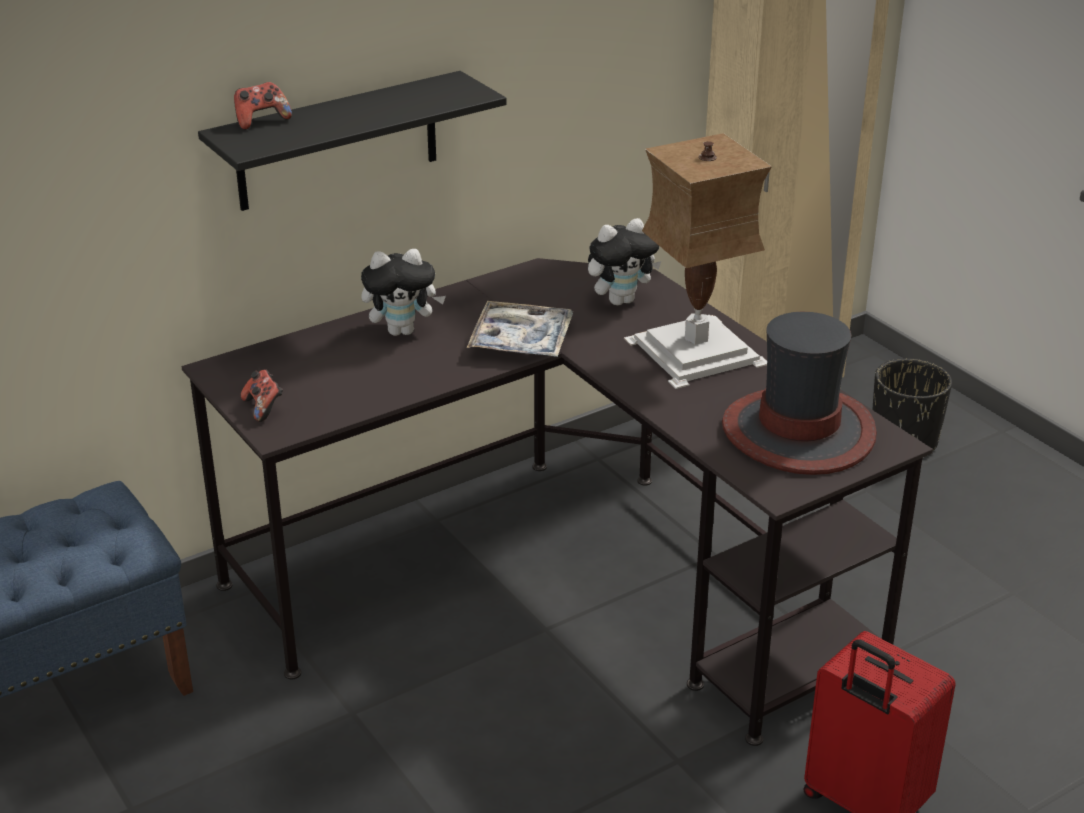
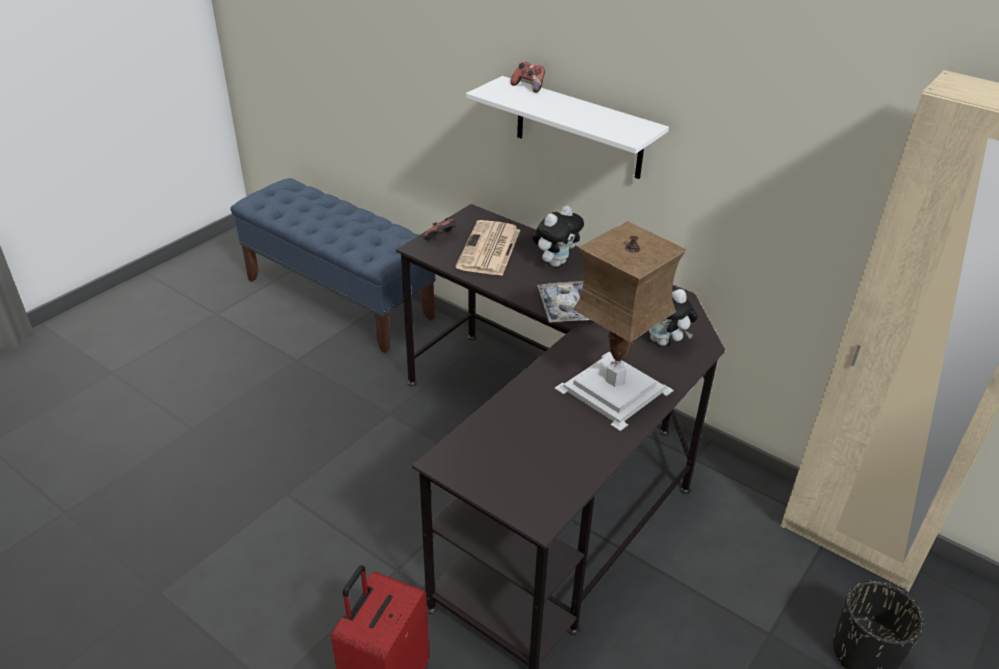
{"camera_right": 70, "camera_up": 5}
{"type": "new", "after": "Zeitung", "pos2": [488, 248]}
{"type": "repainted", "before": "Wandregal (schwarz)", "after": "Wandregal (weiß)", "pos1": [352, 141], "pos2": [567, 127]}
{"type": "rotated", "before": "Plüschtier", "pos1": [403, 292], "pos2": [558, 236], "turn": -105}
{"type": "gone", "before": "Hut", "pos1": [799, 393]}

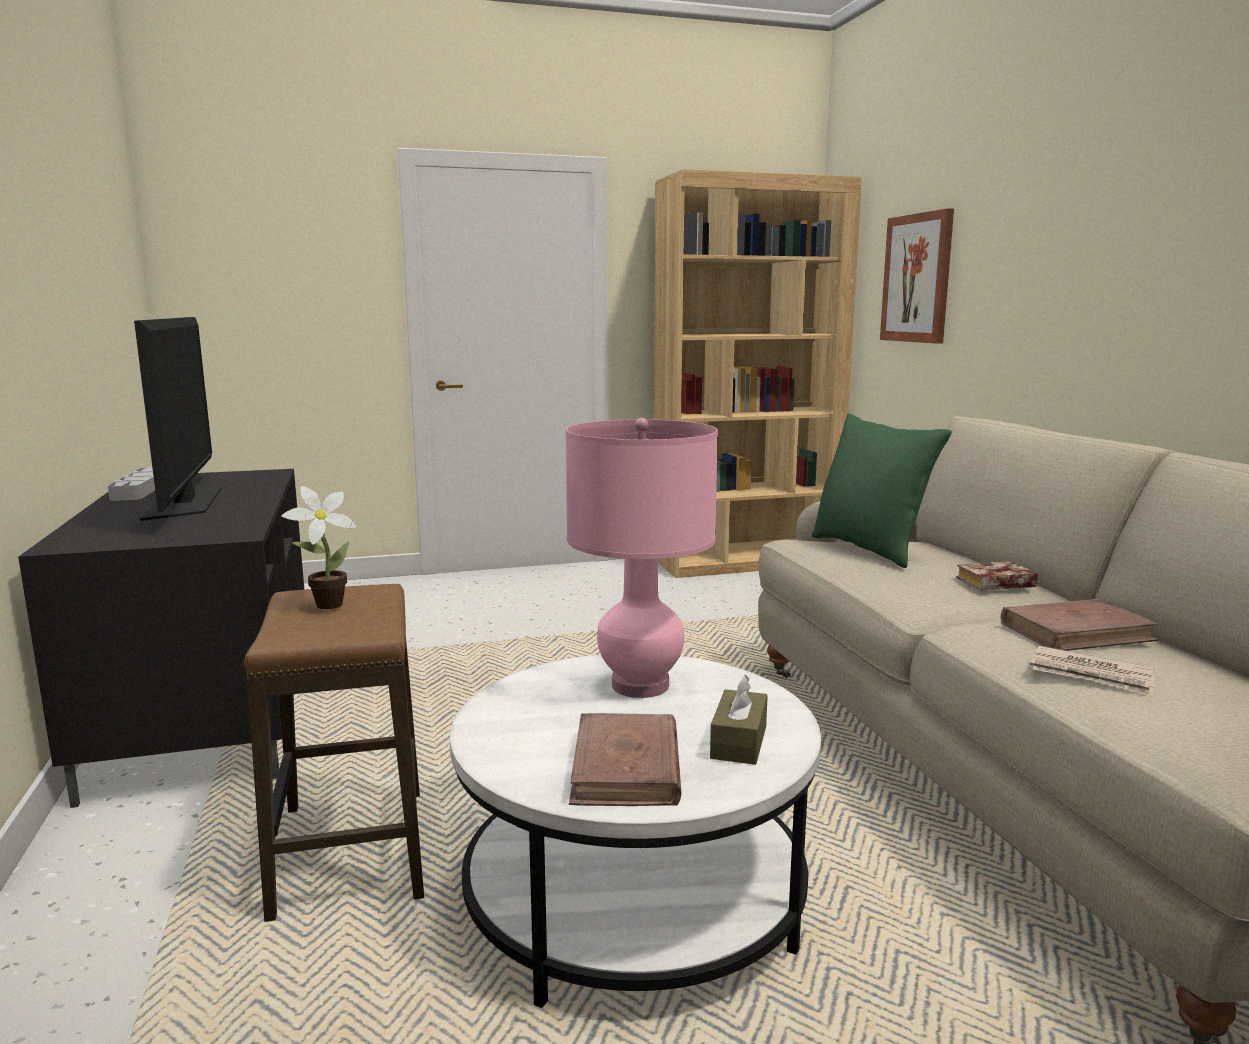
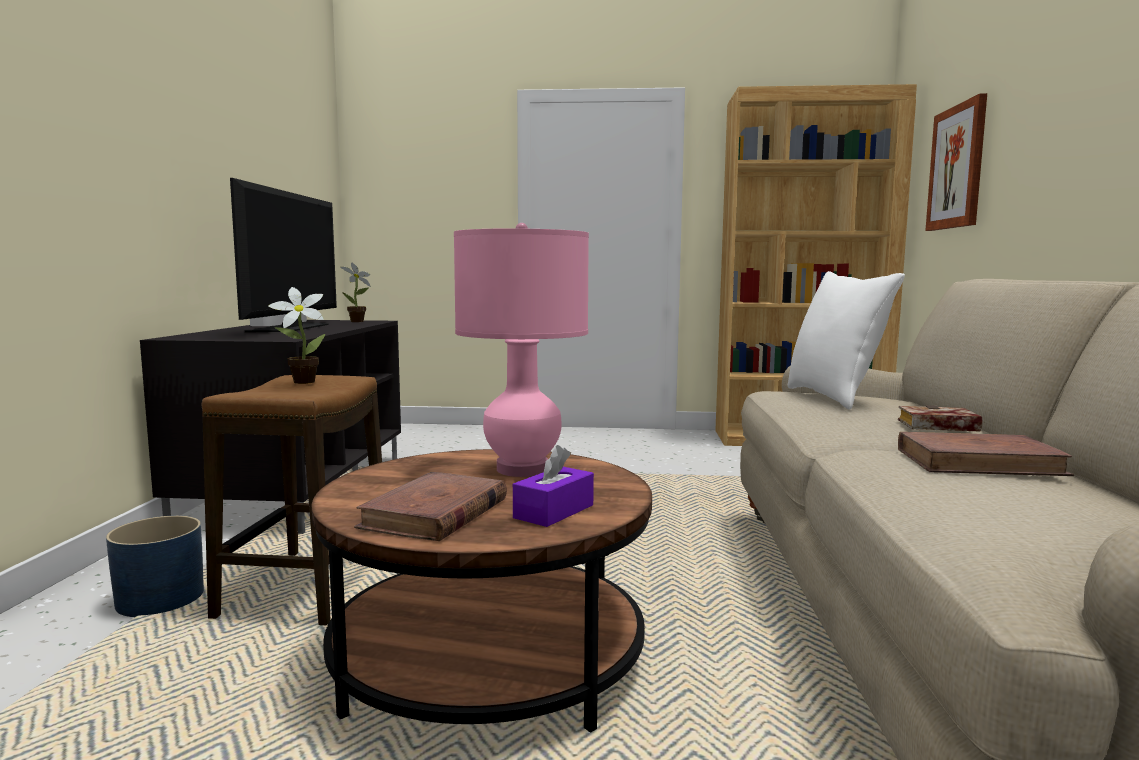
{"camera_right": 20, "camera_up": -5}
{"type": "new", "after": "Pflanzkübel (blau)", "pos2": [155, 566]}
{"type": "repainted", "before": "Couchtisch (weiß)", "after": "Couchtisch (braun)", "pos1": [635, 831], "pos2": [481, 591]}
{"type": "new", "after": "Topfpflanze", "pos2": [355, 292]}
{"type": "repainted", "before": "Taschentuchbox (braun)", "after": "Taschentuchbox (lila)", "pos1": [739, 720], "pos2": [553, 486]}
{"type": "repainted", "before": "Kissen (grün)", "after": "Kissen (weiß)", "pos1": [882, 490], "pos2": [846, 340]}
{"type": "gone", "before": "Zeitung", "pos1": [1092, 671]}

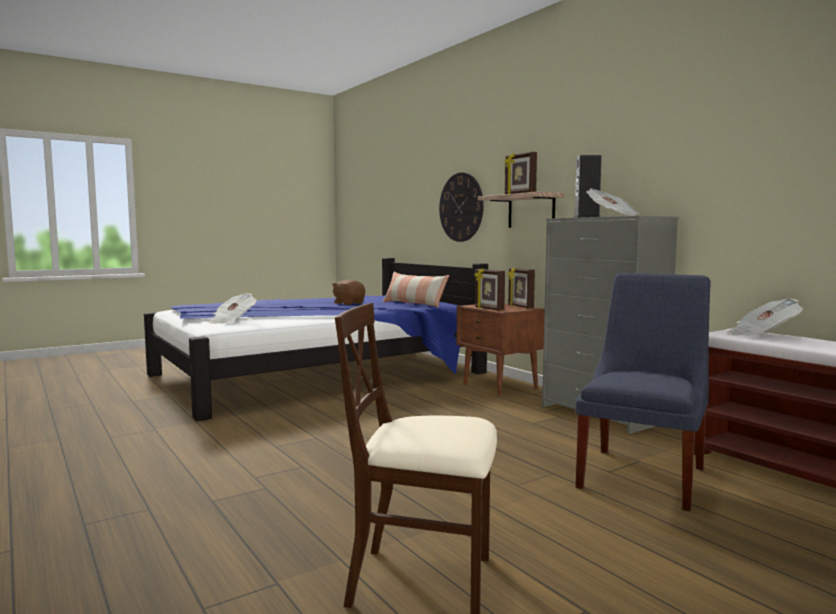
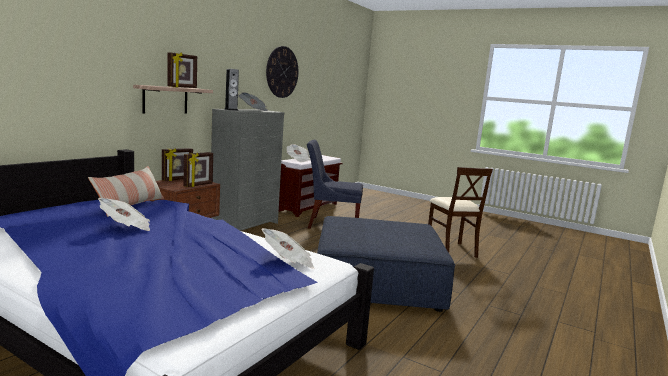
{"camera_right": -115, "camera_up": 5}
{"type": "swapped", "before": "Plüschtier (braun)", "after": "Zeitung", "pos1": [348, 292], "pos2": [124, 214]}
{"type": "shifted", "before": "Wanduhr", "pos1": [461, 207], "pos2": [282, 72]}
{"type": "new", "after": "Polsterhocker (blau)", "pos2": [386, 264]}

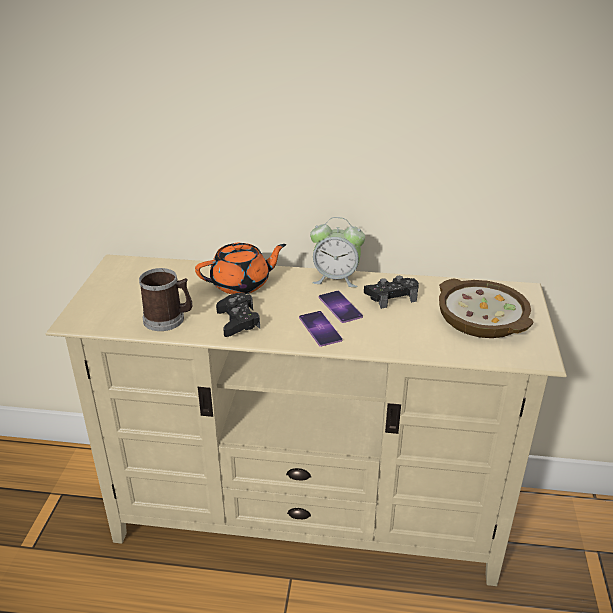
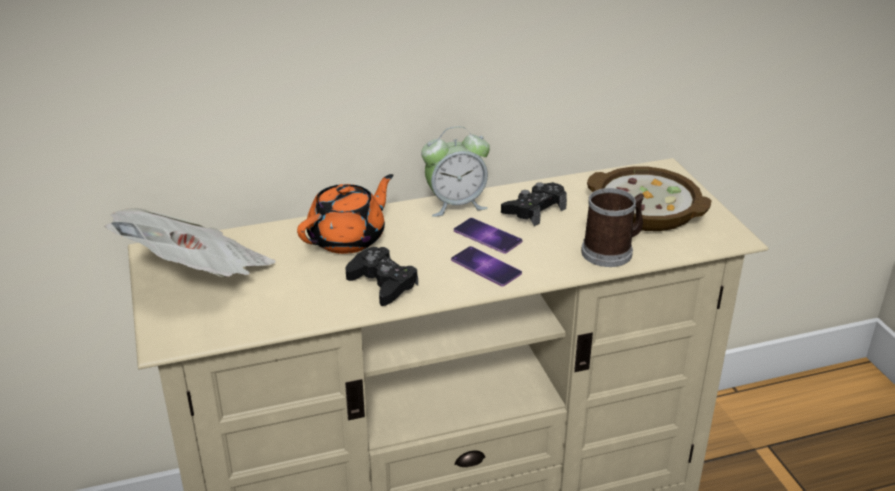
{"camera_right": -25, "camera_up": 0}
{"type": "new", "after": "Zeitung", "pos2": [190, 242]}
{"type": "shifted", "before": "Henkelbecher", "pos1": [165, 299], "pos2": [612, 227]}

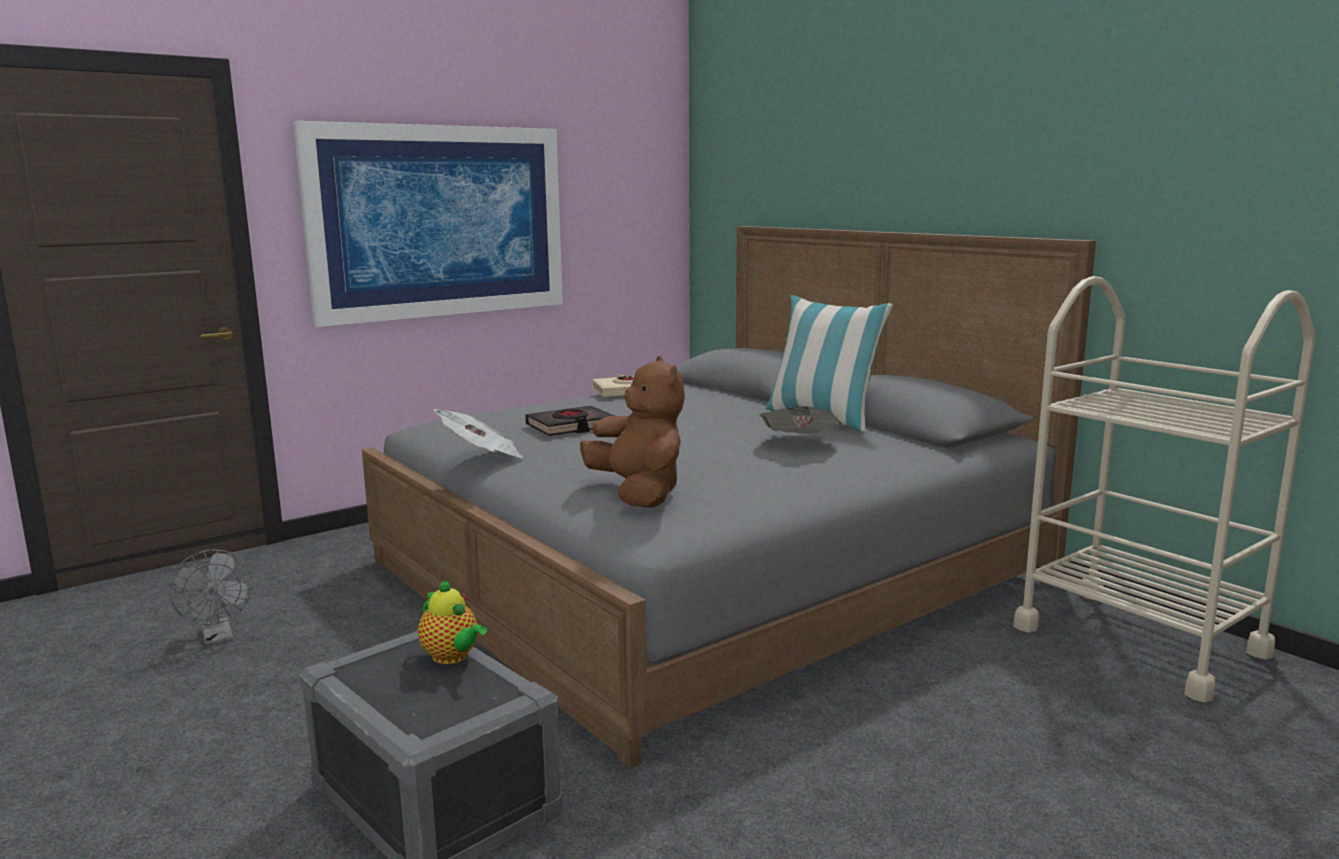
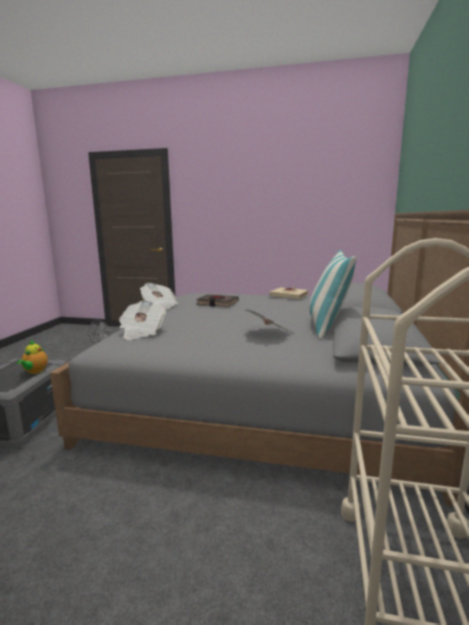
{"camera_right": 50, "camera_up": 0}
{"type": "swapped", "before": "Plüschtier (braun)", "after": "Zeitung", "pos1": [632, 432], "pos2": [142, 320]}
{"type": "gone", "before": "Bild", "pos1": [428, 224]}

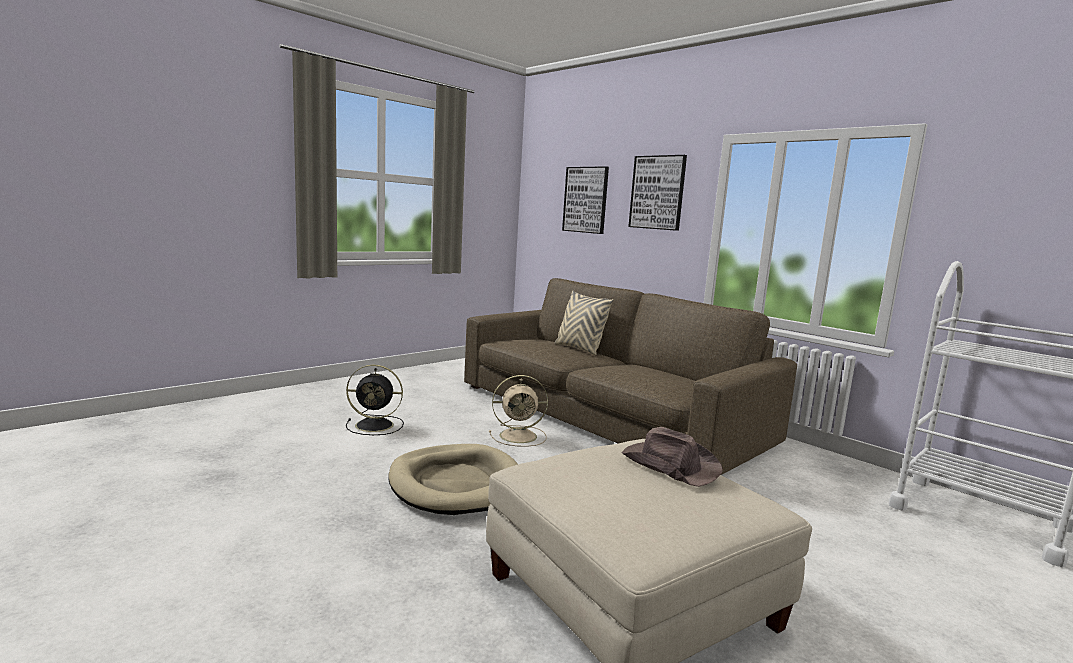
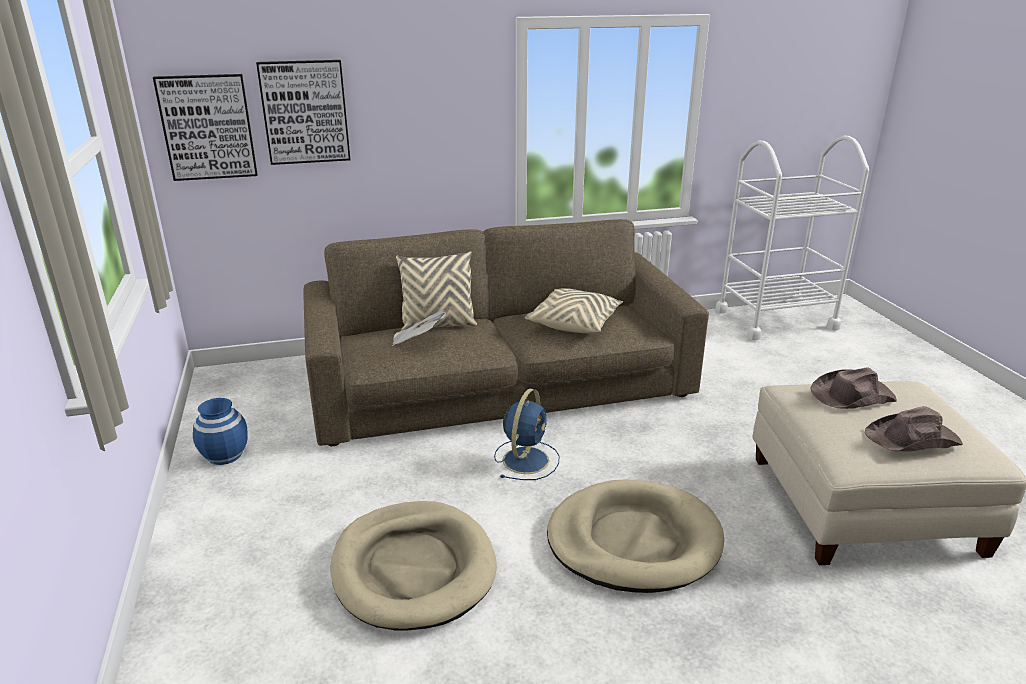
{"camera_right": -60, "camera_up": 15}
{"type": "shifted", "before": "Bild", "pos1": [657, 193], "pos2": [205, 127]}
{"type": "new", "after": "Vase (blau)", "pos2": [220, 431]}
{"type": "swapped", "before": "Ventilator (schwarz)", "after": "Hundebett (beige)", "pos1": [375, 400], "pos2": [414, 565]}
{"type": "new", "after": "Zeitung", "pos2": [419, 328]}
{"type": "repainted", "before": "Ventilator (beige)", "after": "Ventilator (blau)", "pos1": [518, 411], "pos2": [527, 434]}
{"type": "new", "after": "Kissen (beige)", "pos2": [574, 310]}
{"type": "new", "after": "Hut (braun)", "pos2": [914, 429]}

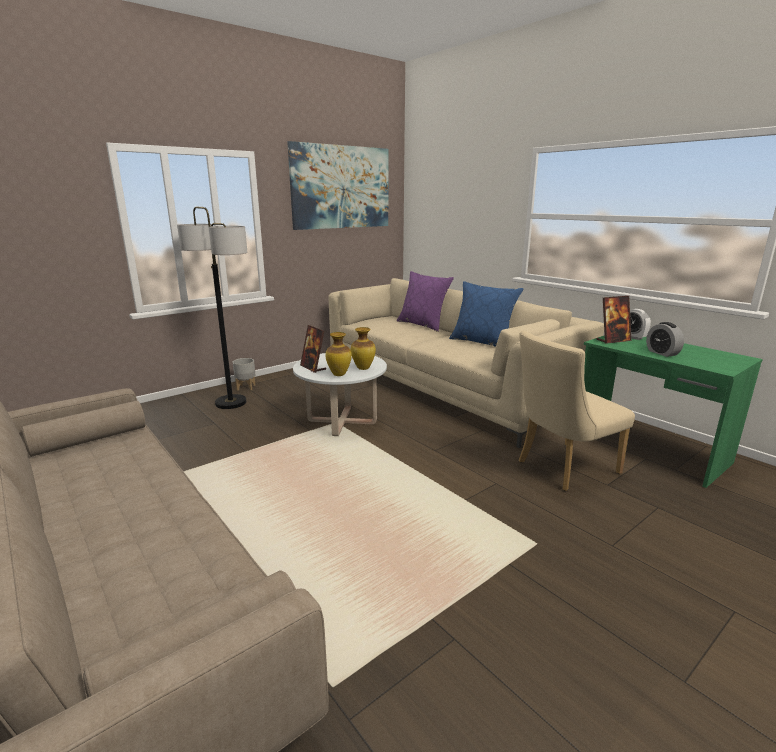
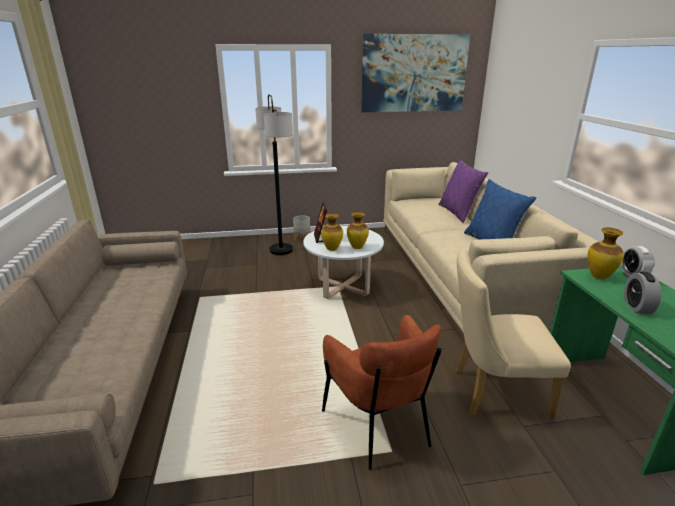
{"camera_right": 30, "camera_up": 5}
{"type": "new", "after": "Sessel (braun)", "pos2": [382, 392]}
{"type": "swapped", "before": "Bilderrahmen", "after": "Vase", "pos1": [614, 320], "pos2": [605, 253]}

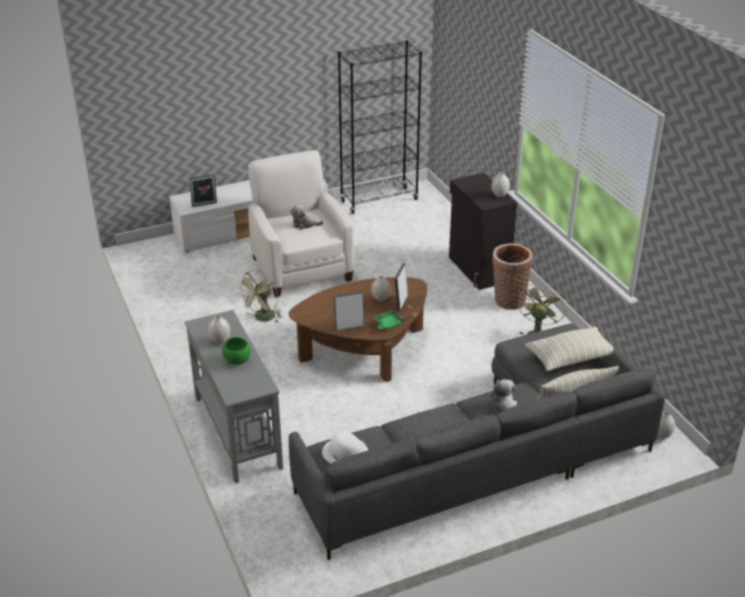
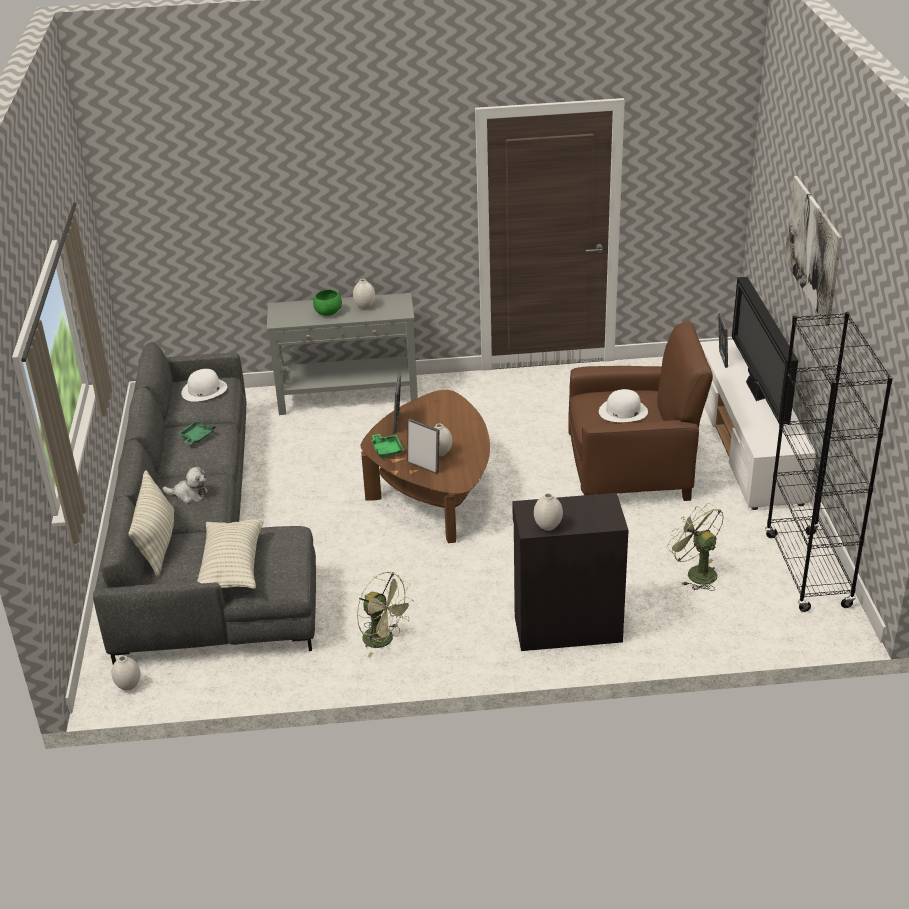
{"camera_right": 110, "camera_up": 0}
{"type": "new", "after": "Tablett (grün)", "pos2": [196, 432]}
{"type": "repainted", "before": "Sessel (weiß)", "after": "Sessel (braun)", "pos1": [301, 223], "pos2": [640, 411]}
{"type": "swapped", "before": "Plüschtier", "after": "Hut (weiß)", "pos1": [307, 216], "pos2": [623, 405]}
{"type": "shifted", "before": "Ventilator (grün)", "pos1": [259, 296], "pos2": [695, 547]}
{"type": "new", "after": "Fernseher", "pos2": [765, 350]}
{"type": "new", "after": "Bild", "pos2": [813, 251]}
{"type": "gone", "before": "Korb", "pos1": [512, 276]}

